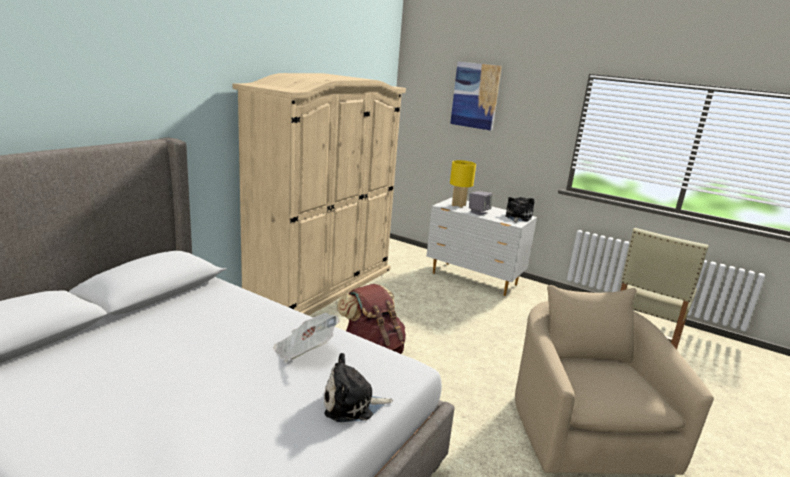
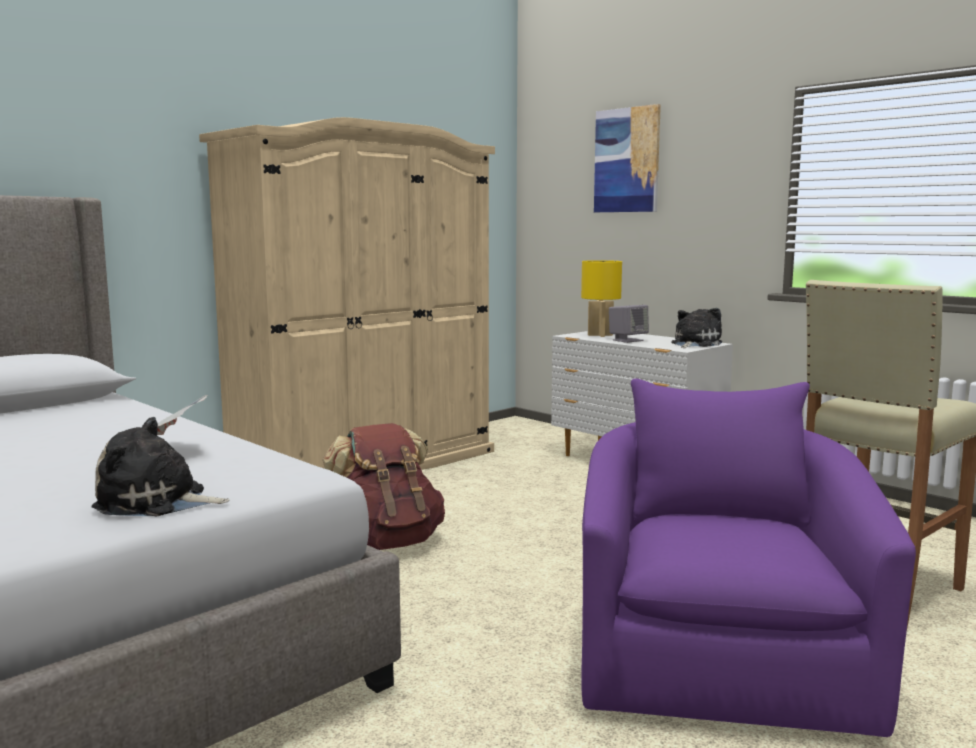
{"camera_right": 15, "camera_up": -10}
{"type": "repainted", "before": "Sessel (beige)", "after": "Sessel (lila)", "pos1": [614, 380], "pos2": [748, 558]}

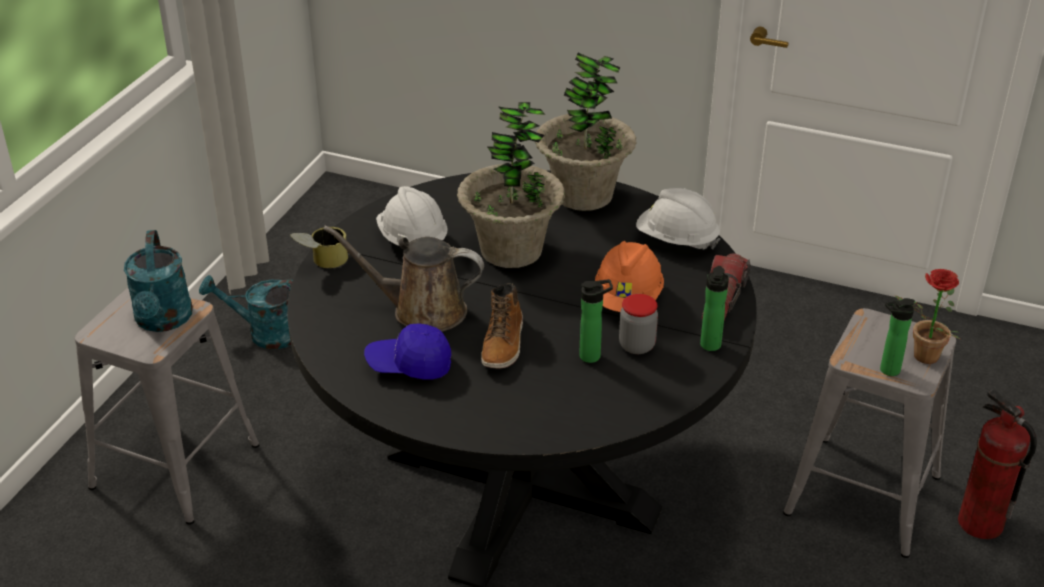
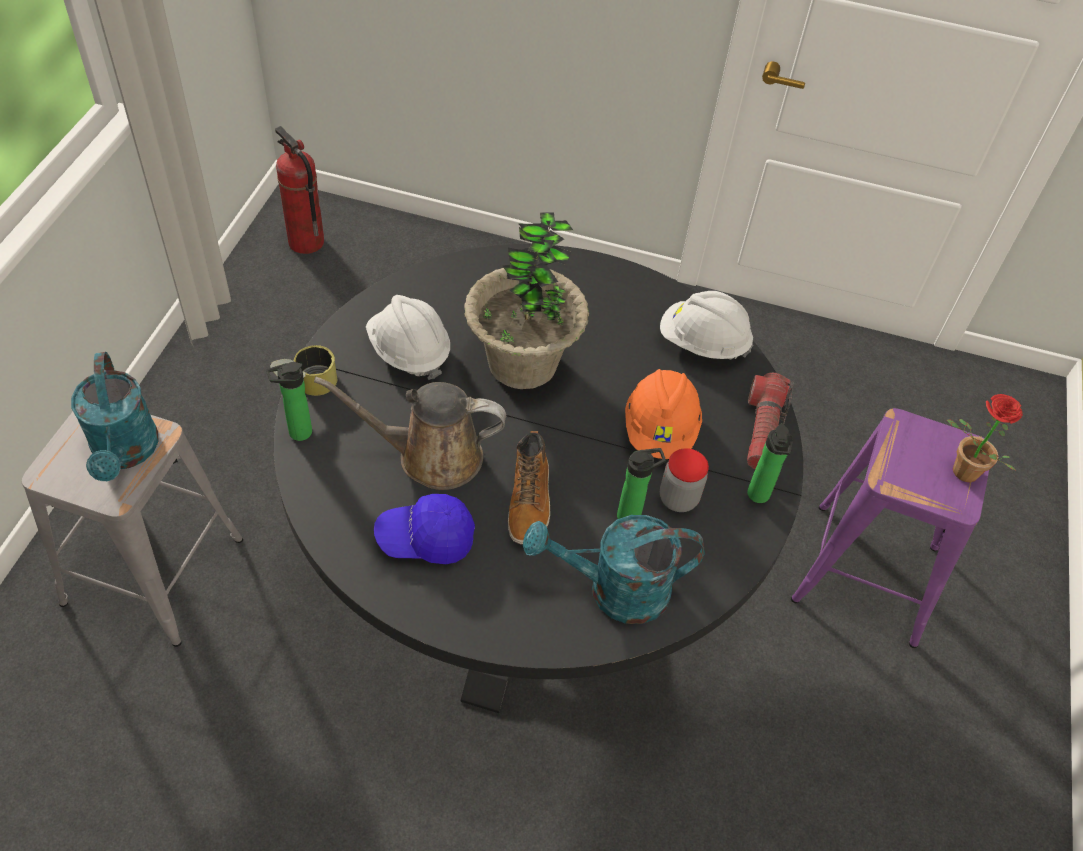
{"camera_right": -10, "camera_up": 15}
{"type": "shifted", "before": "Flasche", "pos1": [897, 337], "pos2": [289, 401]}
{"type": "shifted", "before": "Feuerlöscher", "pos1": [997, 464], "pos2": [299, 190]}
{"type": "shifted", "before": "Gießkanne (türkis)", "pos1": [246, 312], "pos2": [614, 569]}
{"type": "repainted", "before": "Hocker (grau)", "after": "Hocker (lila)", "pos1": [869, 433], "pos2": [890, 528]}
{"type": "gone", "before": "Topfpflanze", "pos1": [586, 131]}

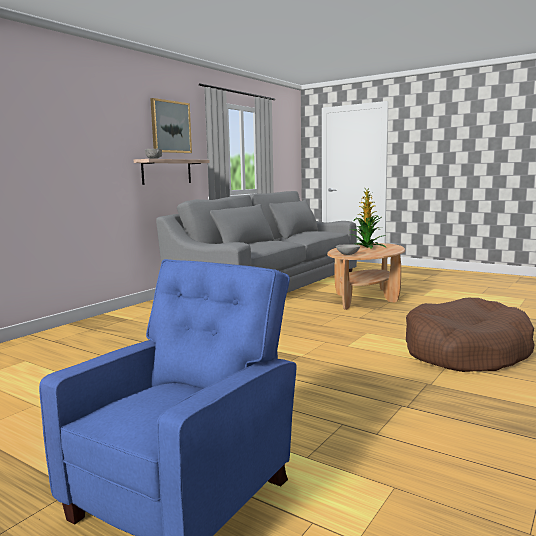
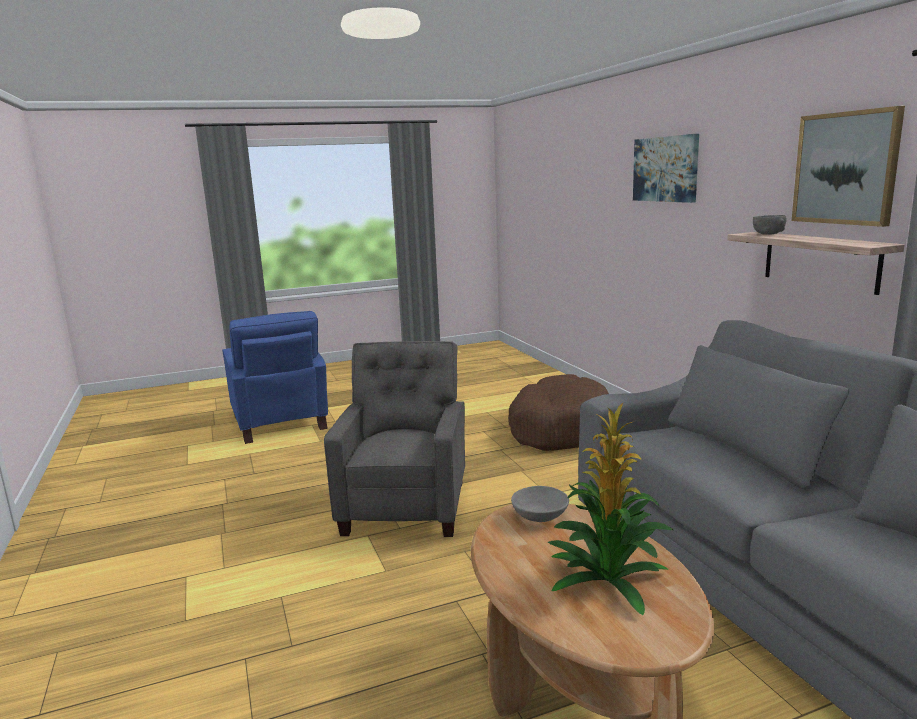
{"camera_right": 125, "camera_up": 5}
{"type": "new", "after": "Sessel (grau)", "pos2": [394, 439]}
{"type": "shifted", "before": "Hundebett (braun)", "pos1": [470, 335], "pos2": [558, 412]}
{"type": "new", "after": "Bild", "pos2": [666, 168]}

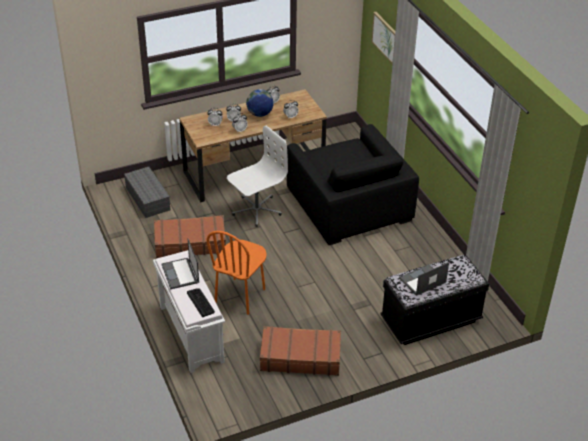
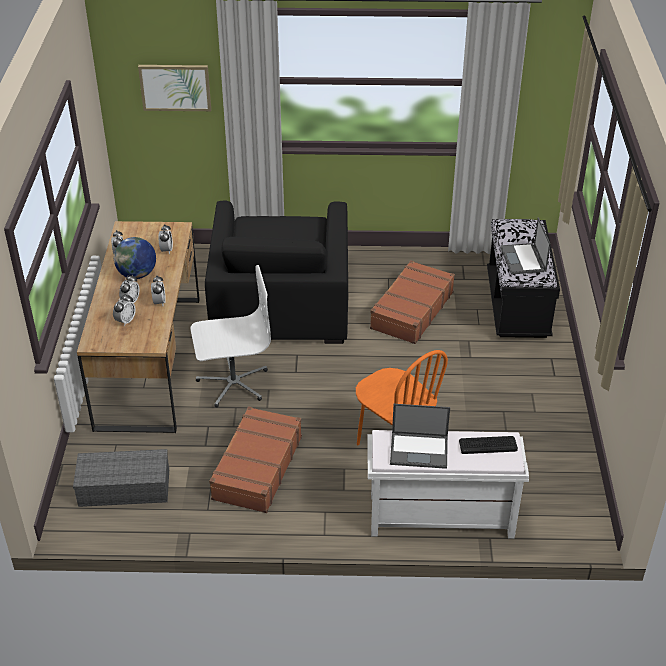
{"camera_right": -65, "camera_up": 0}
{"type": "rotated", "before": "Bürostuhl (weiß)", "pos1": [257, 176], "pos2": [230, 336], "turn": 90}
{"type": "rotated", "before": "Sessel (schwarz)", "pos1": [353, 184], "pos2": [276, 272], "turn": 90}
{"type": "shifted", "before": "Koffer (braun)", "pos1": [300, 351], "pos2": [412, 302]}

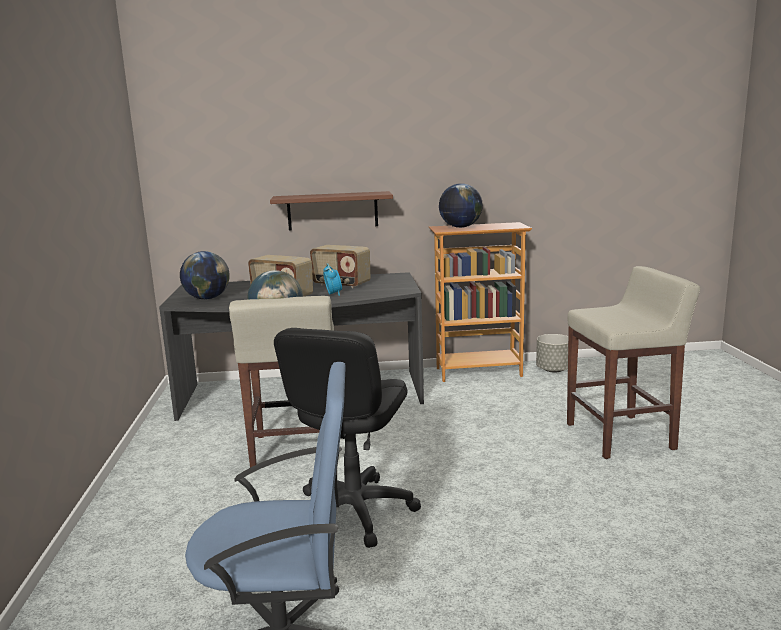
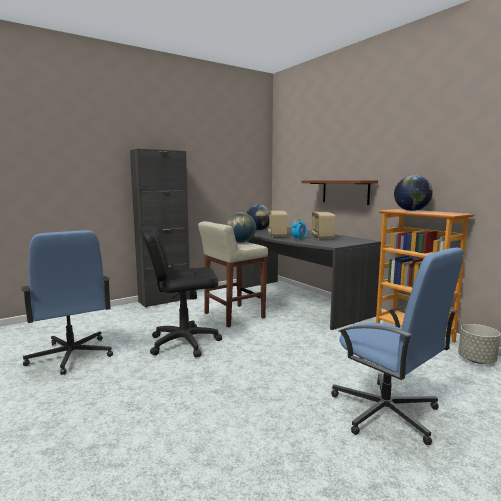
{"camera_right": 60, "camera_up": -5}
{"type": "new", "after": "Schrank (schwarz)", "pos2": [160, 228]}
{"type": "swapped", "before": "Hocker (beige)", "after": "Bürostuhl (blau)", "pos1": [633, 362], "pos2": [397, 346]}

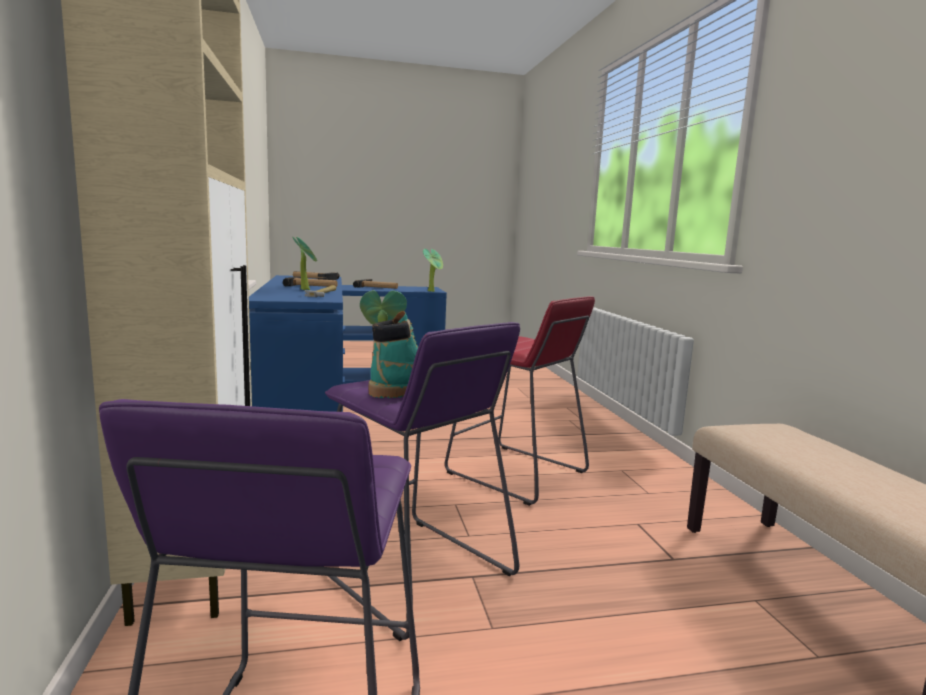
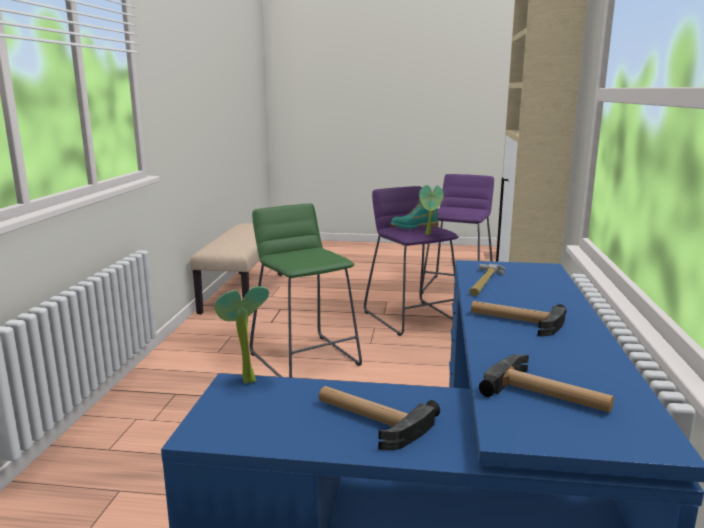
{"camera_right": -160, "camera_up": 5}
{"type": "repainted", "before": "Hocker (rot)", "after": "Hocker (grün)", "pos1": [520, 401], "pos2": [306, 291]}
{"type": "gone", "before": "Topfpflanze", "pos1": [304, 263]}

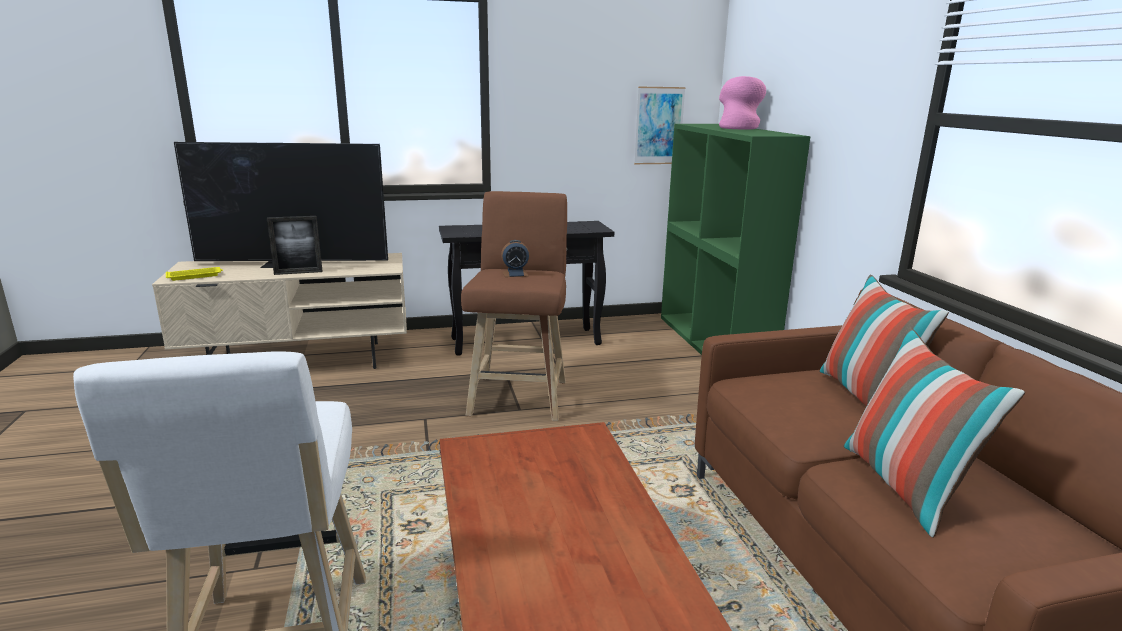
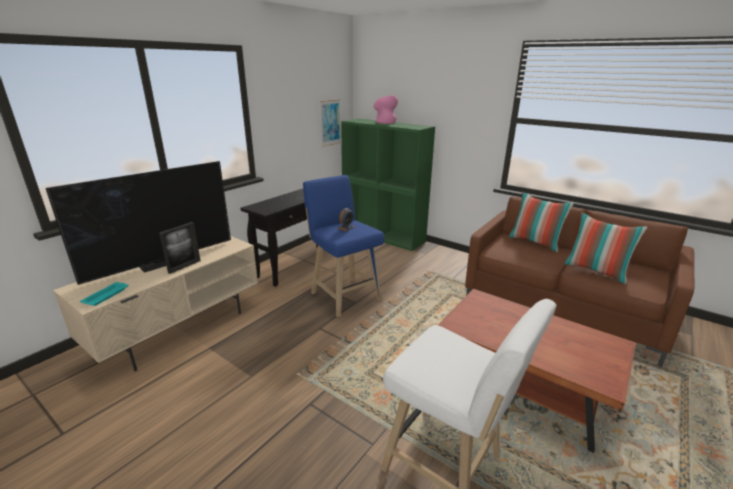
{"camera_right": -40, "camera_up": 5}
{"type": "repainted", "before": "Tablett (gelb)", "after": "Tablett (türkis)", "pos1": [194, 274], "pos2": [104, 294]}
{"type": "repainted", "before": "Hocker (braun)", "after": "Hocker (blau)", "pos1": [514, 306], "pos2": [343, 246]}

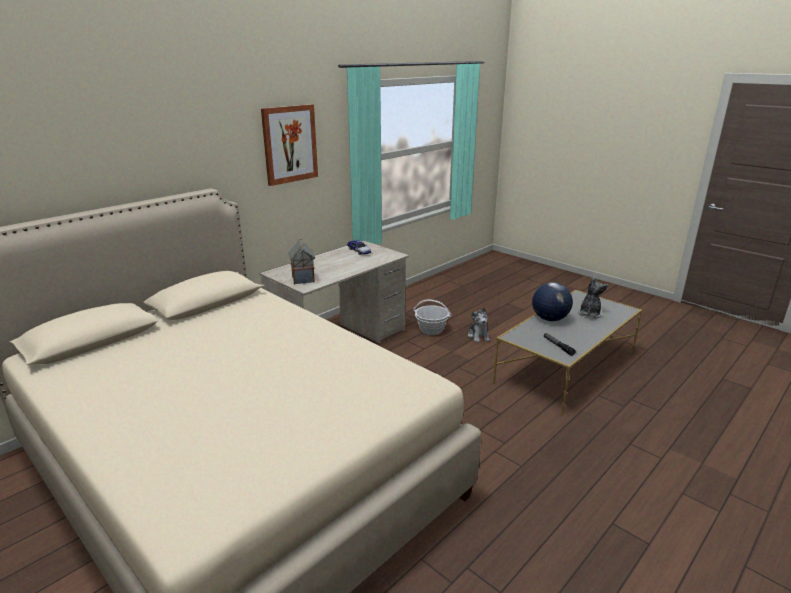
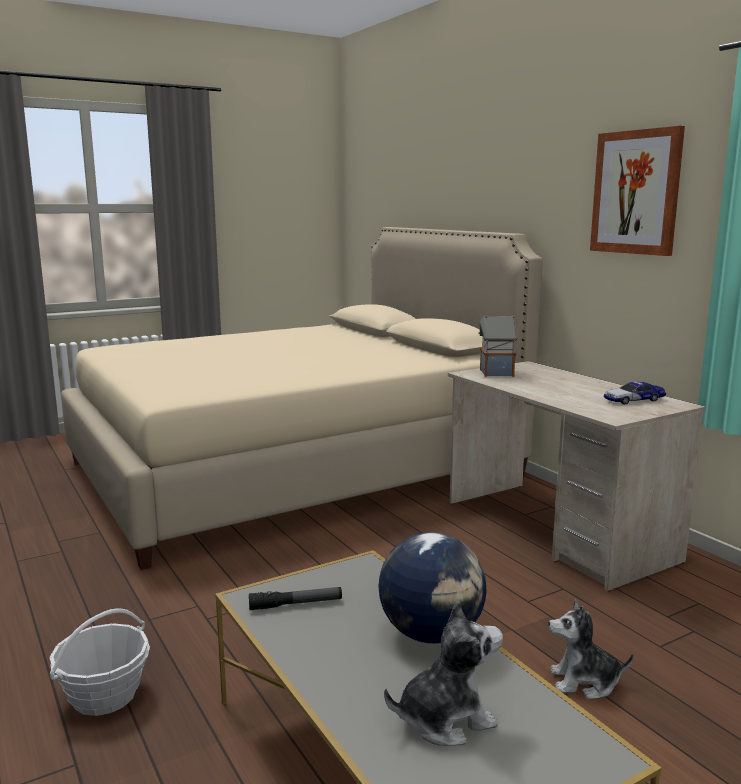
{"camera_right": 105, "camera_up": -10}
{"type": "shifted", "before": "Korb", "pos1": [432, 317], "pos2": [100, 662]}
{"type": "rotated", "before": "Plüschtier", "pos1": [593, 297], "pos2": [443, 673], "turn": -60}

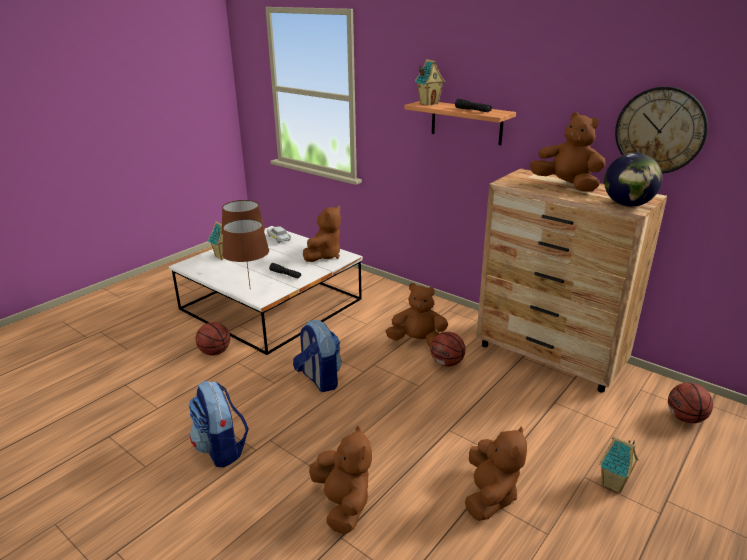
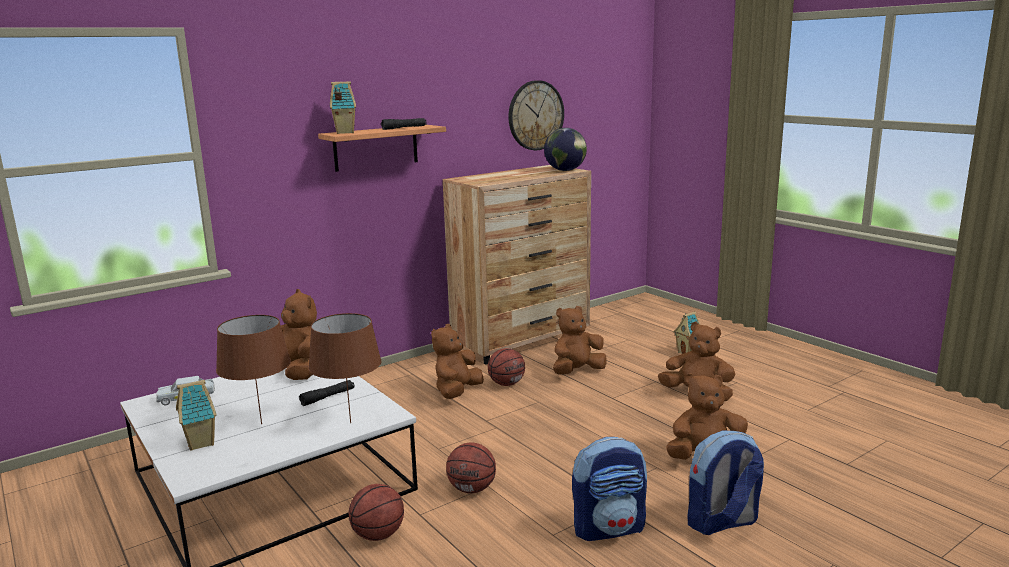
{"camera_right": -75, "camera_up": -10}
{"type": "shifted", "before": "Basketball", "pos1": [690, 403], "pos2": [471, 467]}
{"type": "shifted", "before": "Plüschtier (braun)", "pos1": [568, 152], "pos2": [579, 340]}
{"type": "shifted", "before": "Rucksack", "pos1": [317, 356], "pos2": [725, 482]}

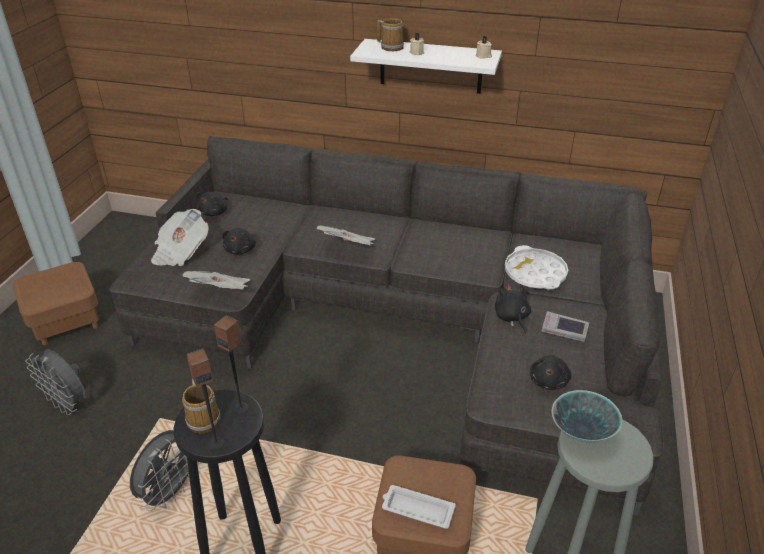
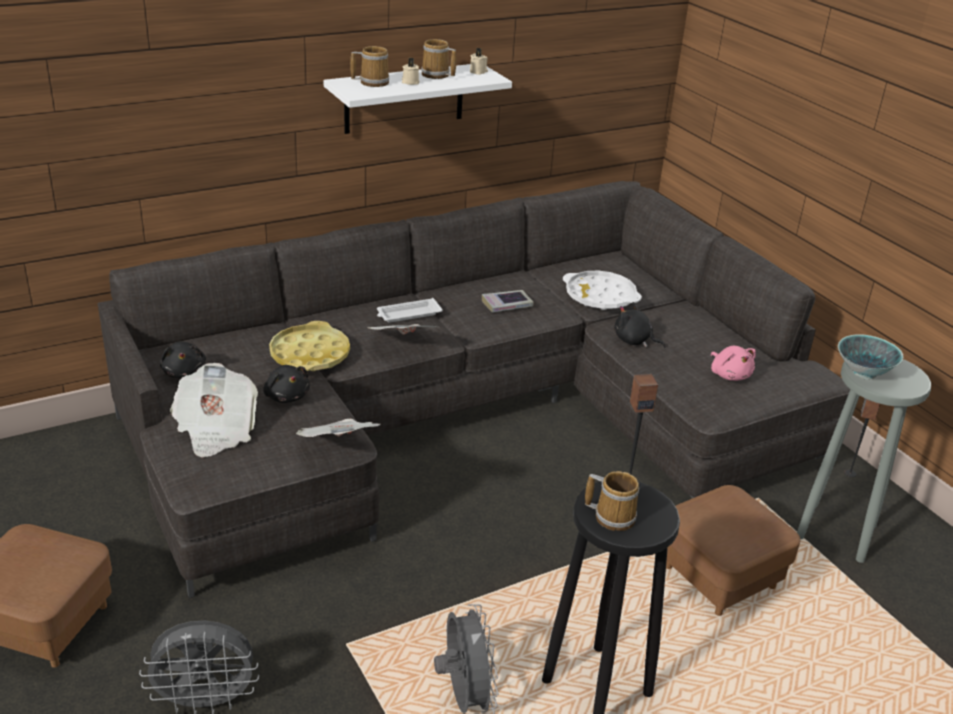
{"camera_right": -45, "camera_up": -5}
{"type": "new", "after": "Tablett (gelb)", "pos2": [309, 346]}
{"type": "shifted", "before": "Tablett (weiß)", "pos1": [419, 507], "pos2": [410, 310]}
{"type": "new", "after": "Henkelbecher", "pos2": [439, 59]}
{"type": "shifted", "before": "Buch", "pos1": [565, 326], "pos2": [508, 301]}
{"type": "repainted", "before": "Plüschtier (schwarz)", "after": "Plüschtier (rosa)", "pos1": [551, 372], "pos2": [733, 363]}
{"type": "shifted", "before": "Lautsprecher", "pos1": [206, 399], "pos2": [862, 438]}

